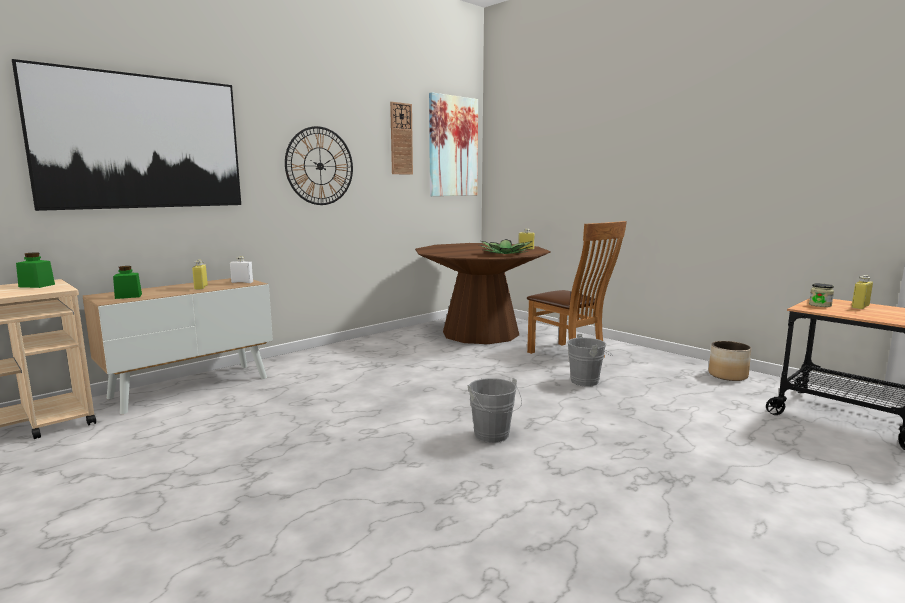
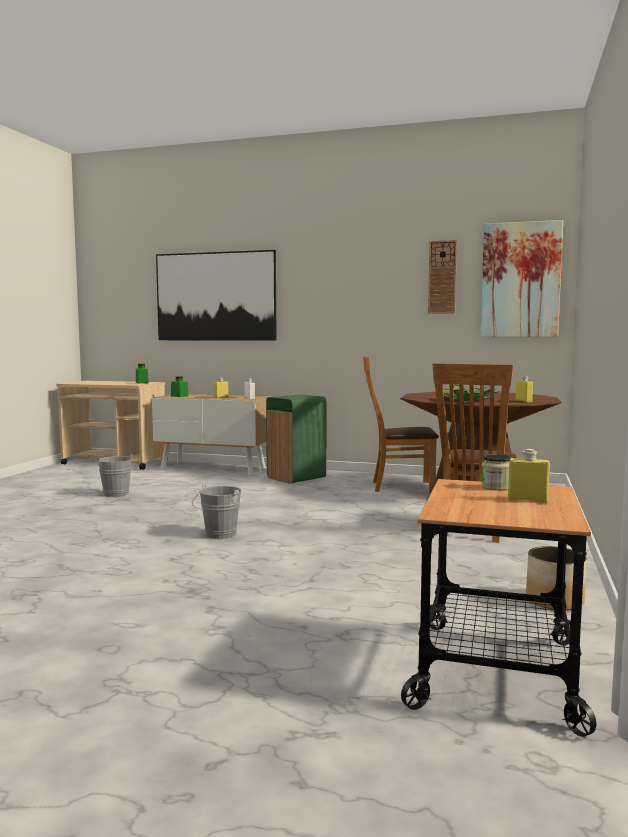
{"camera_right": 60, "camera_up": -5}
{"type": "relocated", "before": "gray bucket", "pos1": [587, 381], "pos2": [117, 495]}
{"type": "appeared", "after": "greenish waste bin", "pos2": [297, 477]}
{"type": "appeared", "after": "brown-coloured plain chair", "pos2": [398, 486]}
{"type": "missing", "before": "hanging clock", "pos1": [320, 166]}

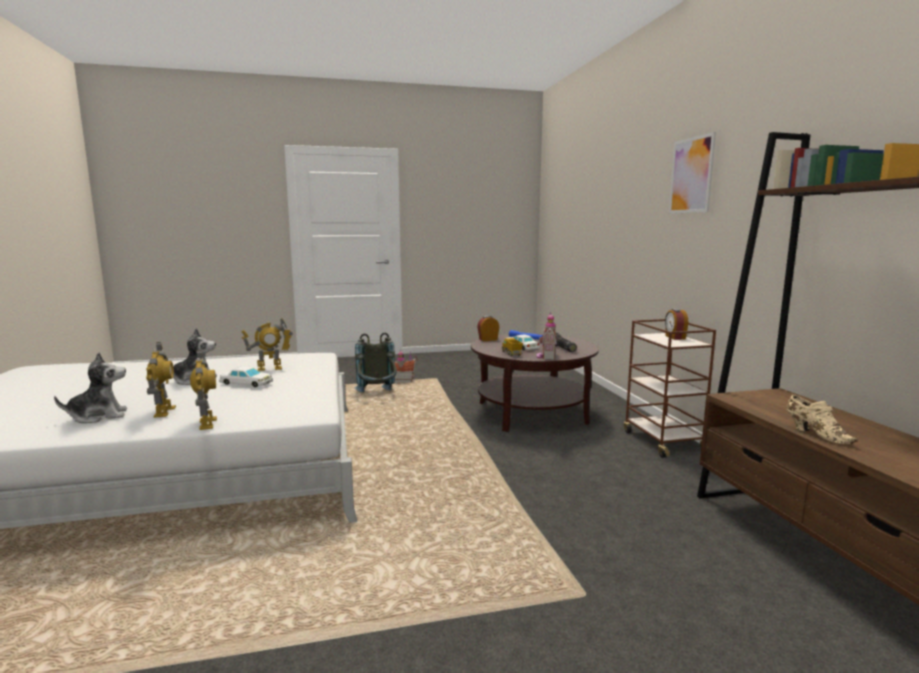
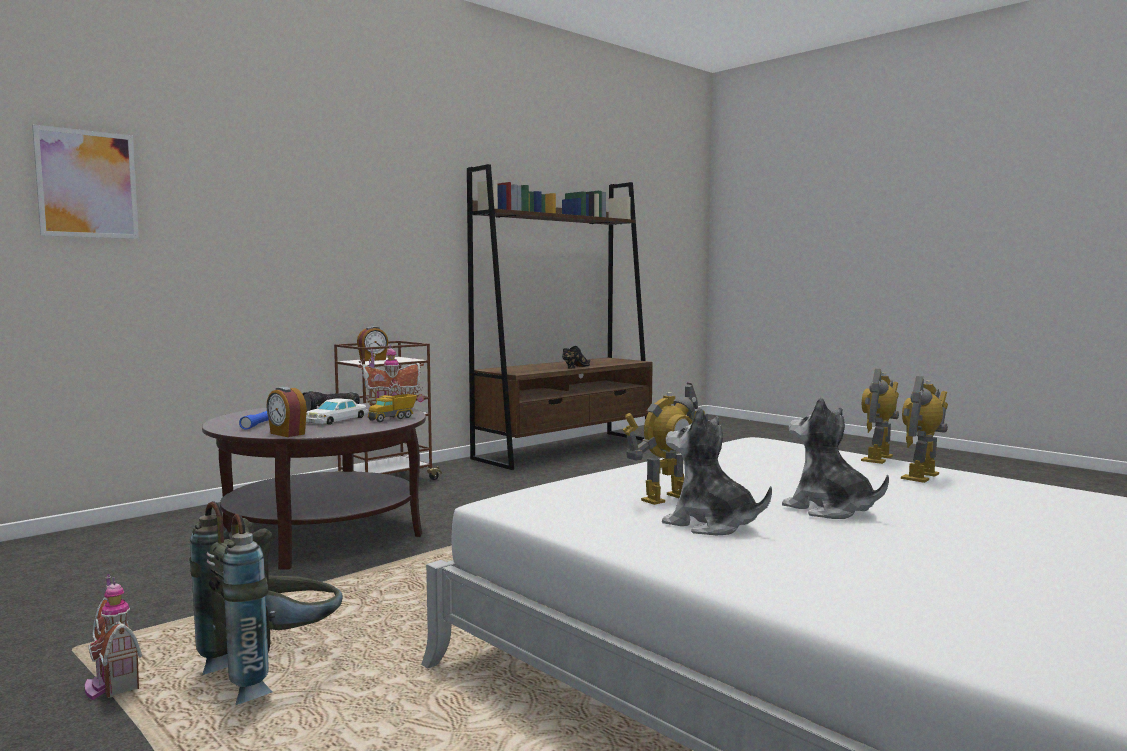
{"camera_right": -120, "camera_up": -5}
{"type": "relocated", "before": "picture", "pos1": [691, 175], "pos2": [87, 184]}
{"type": "colour", "before": "beige shoe", "after": "blackish shoe", "pos1": [816, 434], "pos2": [575, 367]}
{"type": "spun", "before": "toy robot", "pos1": [270, 368], "pos2": [666, 498], "turn": 105}
{"type": "relocated", "before": "plush toy", "pos1": [98, 416], "pos2": [710, 525]}
{"type": "missing", "before": "white toy car", "pos1": [247, 383]}

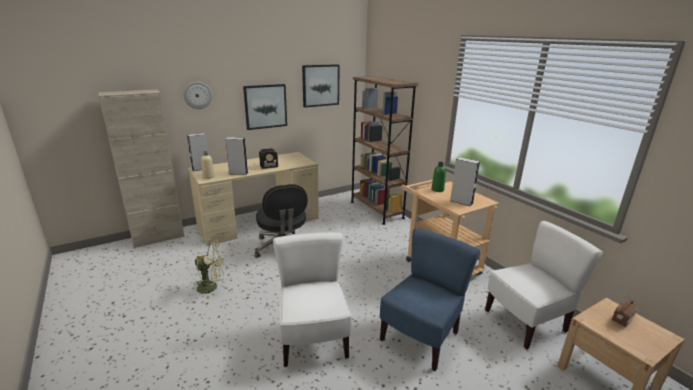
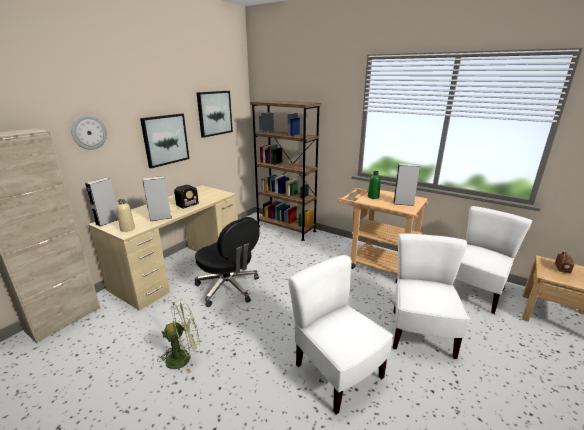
{"camera_right": -25, "camera_up": 0}
{"type": "colour", "before": "blue plain chair", "after": "white plain chair", "pos1": [421, 337], "pos2": [420, 333]}

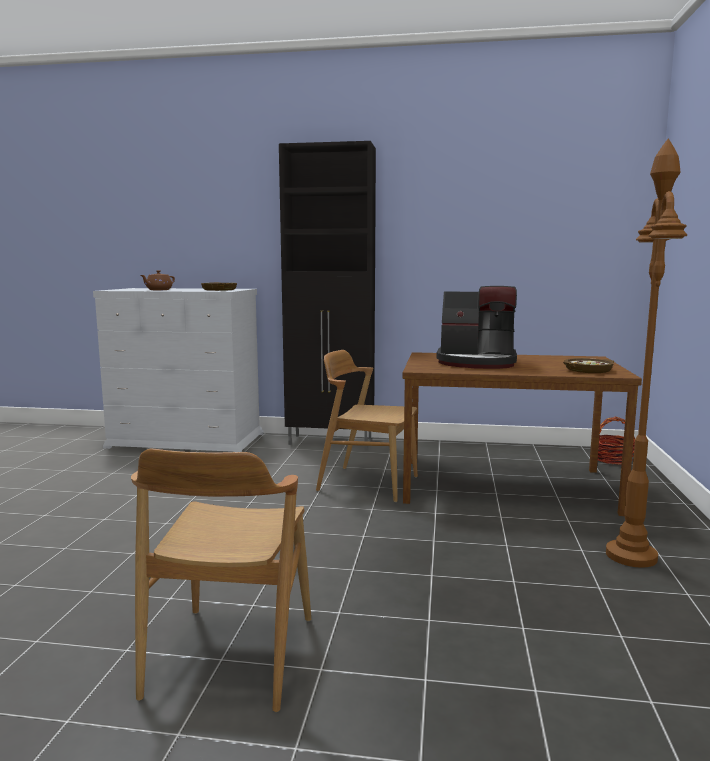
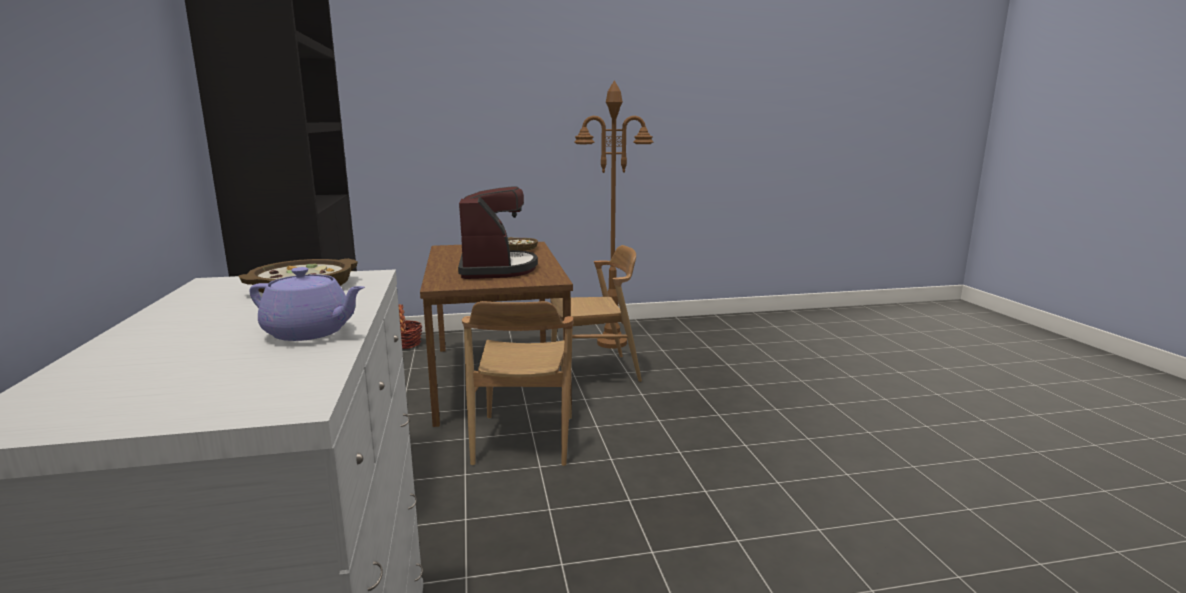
{"camera_right": -110, "camera_up": 5}
{"type": "colour", "before": "brown-coloured tea pot", "after": "purple tea pot", "pos1": [158, 290], "pos2": [310, 332]}
{"type": "relocated", "before": "brown-coloured plain chair", "pos1": [230, 656], "pos2": [594, 372]}

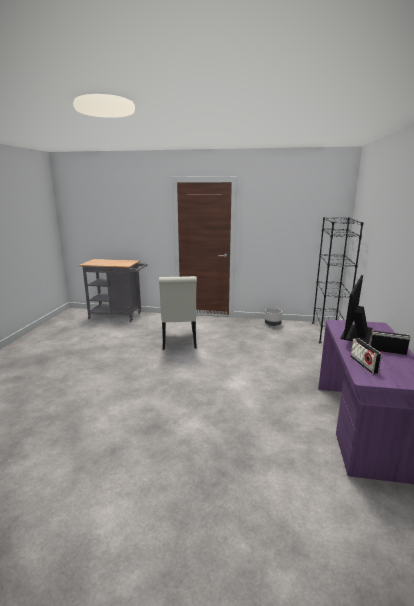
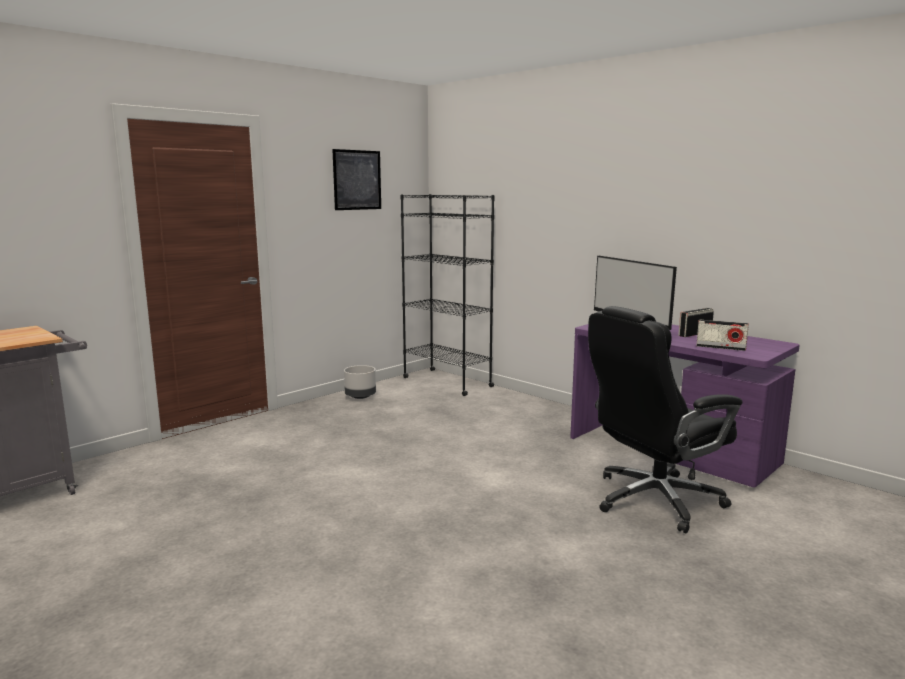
{"camera_right": -55, "camera_up": -5}
{"type": "appeared", "after": "picture", "pos2": [357, 180]}
{"type": "appeared", "after": "blackish desk chair", "pos2": [654, 500]}
{"type": "missing", "before": "white plain chair", "pos1": [179, 342]}

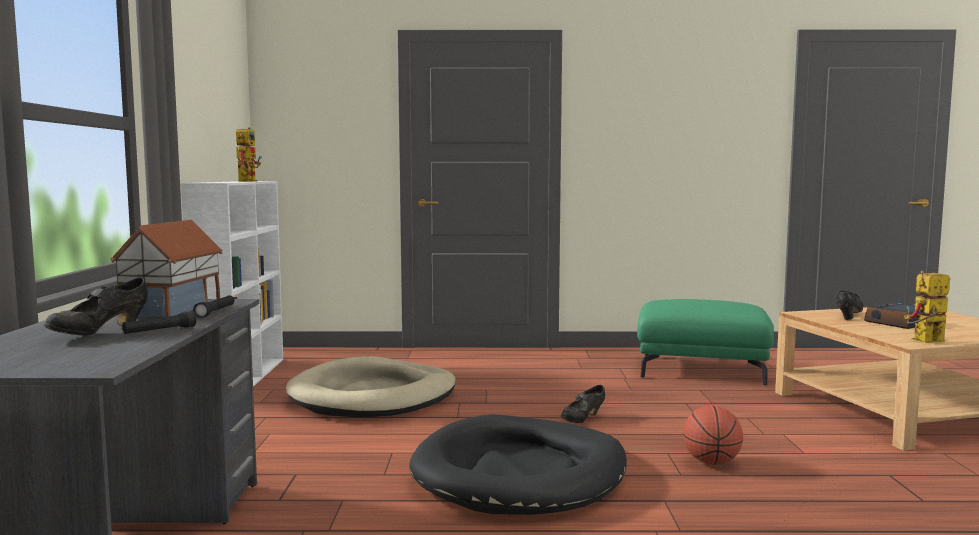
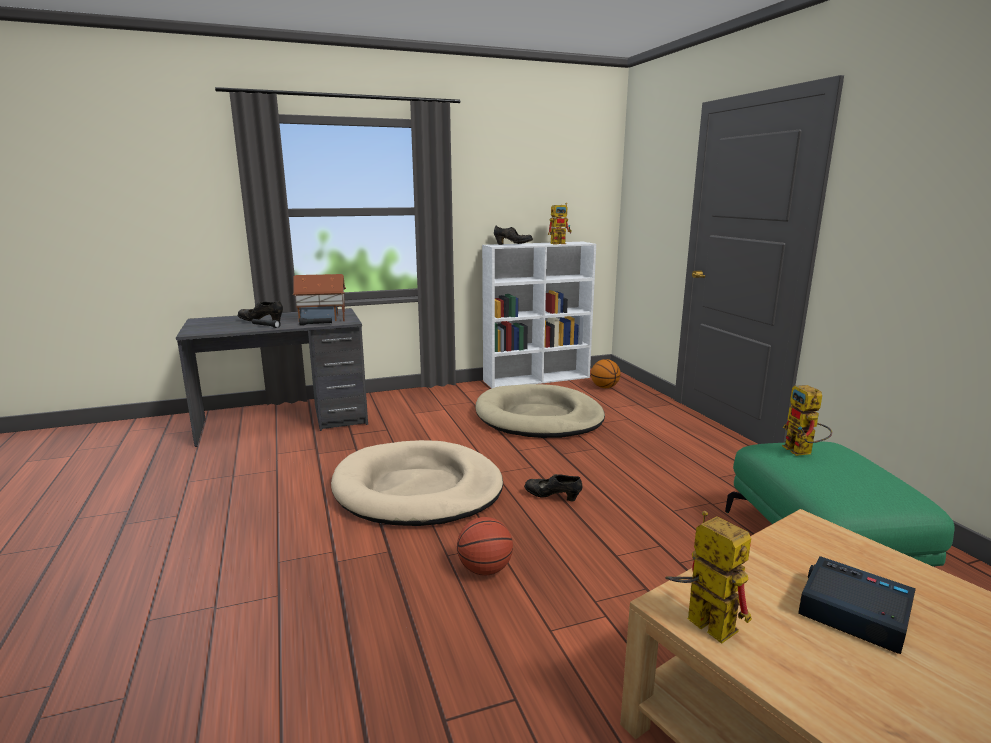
{"camera_right": 70, "camera_up": 10}
{"type": "colour", "before": "blackish dog bed", "after": "beige dog bed", "pos1": [520, 473], "pos2": [418, 489]}
{"type": "relocated", "before": "blackish shoe", "pos1": [848, 316], "pos2": [513, 245]}
{"type": "appeared", "after": "basketball ball", "pos2": [604, 387]}
{"type": "appeared", "after": "toy robot", "pos2": [803, 452]}

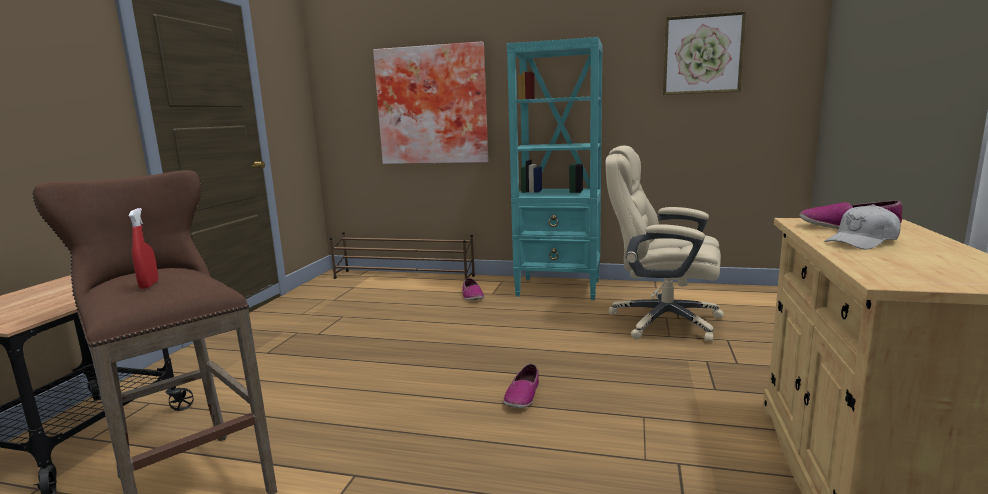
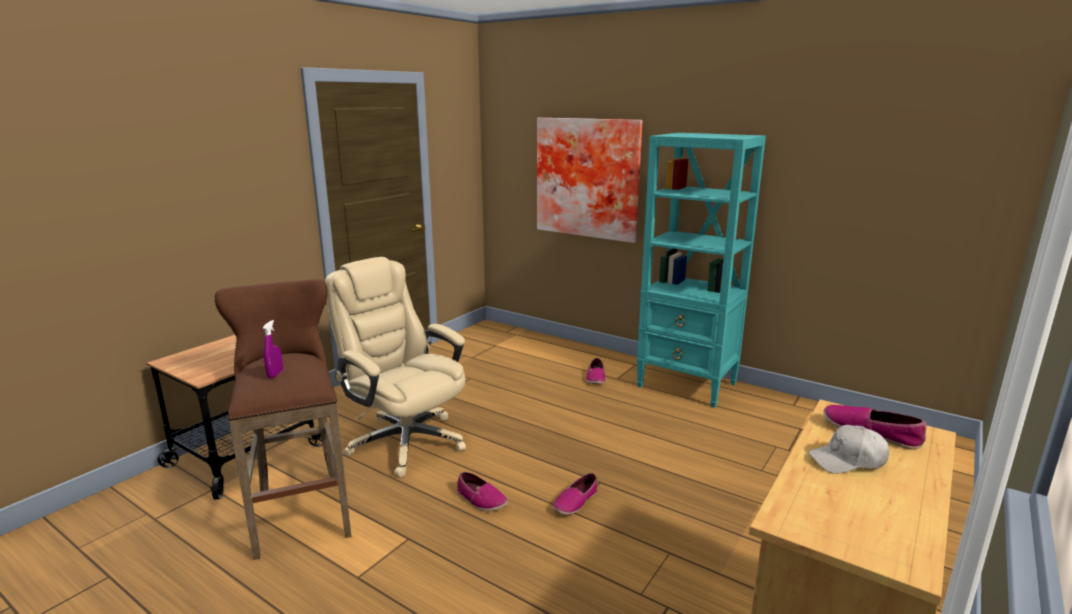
{"camera_right": 20, "camera_up": 5}
{"type": "colour", "before": "red hand sprayer", "after": "purple hand sprayer", "pos1": [149, 285], "pos2": [275, 374]}
{"type": "relocated", "before": "beige desk chair", "pos1": [662, 321], "pos2": [405, 441]}
{"type": "appeared", "after": "shoe", "pos2": [481, 500]}
{"type": "missing", "before": "brown-coloured shoe stand", "pos1": [404, 277]}
{"type": "missing", "before": "picture", "pos1": [702, 54]}

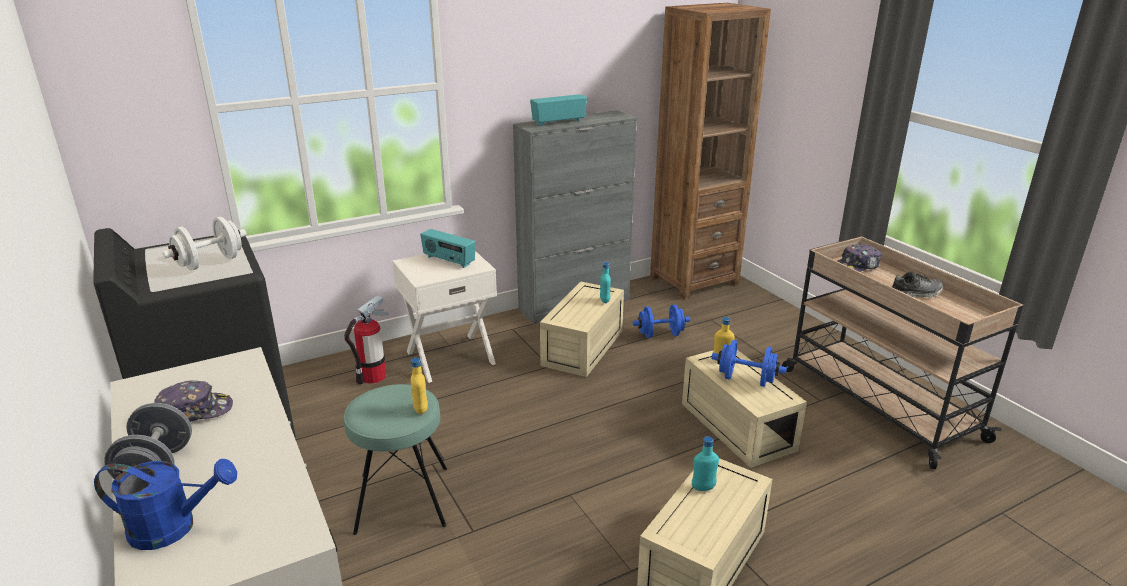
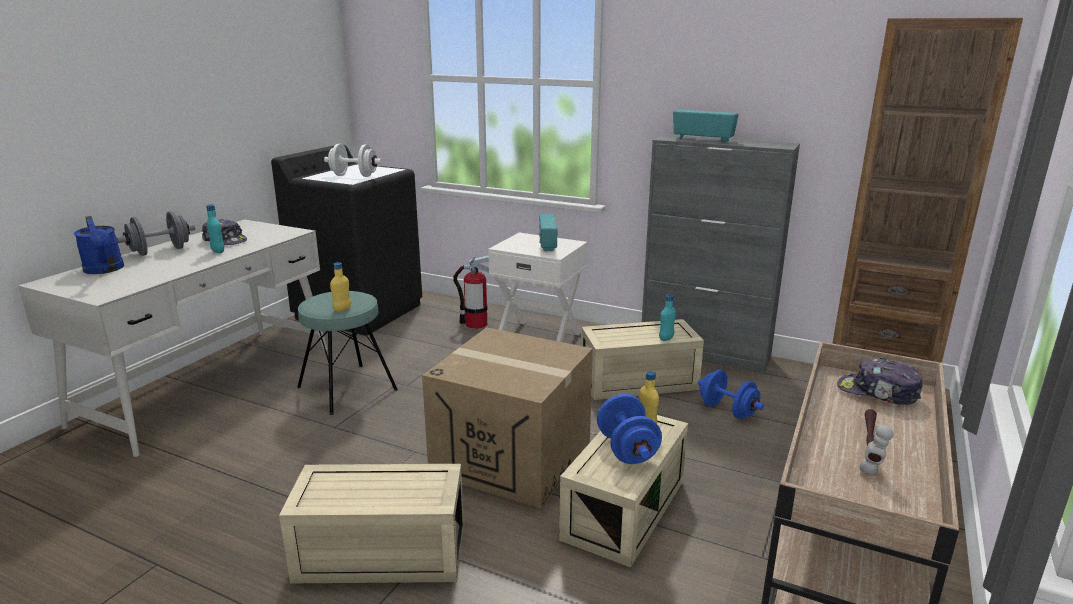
{"camera_right": 55, "camera_up": -5}
{"type": "relocated", "before": "turquoise-coloured drink bottle", "pos1": [703, 488], "pos2": [218, 251]}
{"type": "appeared", "after": "cardboard box", "pos2": [512, 457]}
{"type": "exchanged", "before": "shoe", "after": "hand hammer", "pos1": [914, 294], "pos2": [870, 448]}

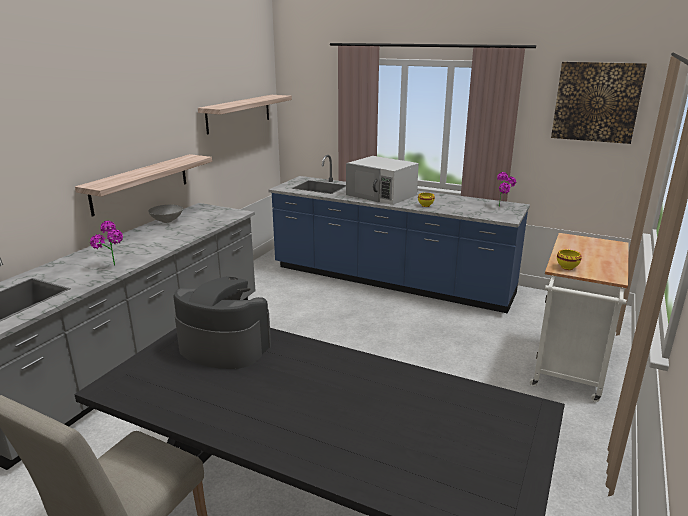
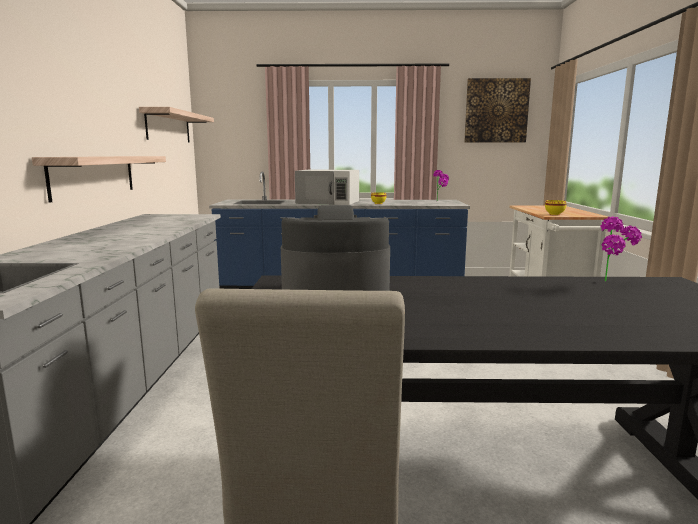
{"camera_right": -25, "camera_up": -10}
{"type": "relocated", "before": "potted plant", "pos1": [113, 267], "pos2": [613, 283]}
{"type": "missing", "before": "gray serving bowl", "pos1": [166, 221]}

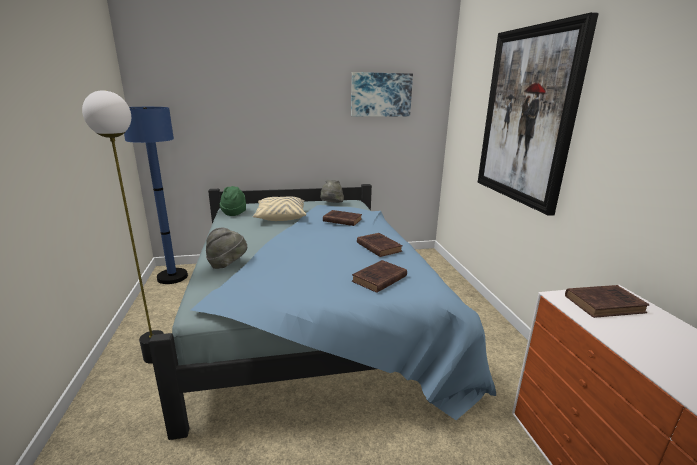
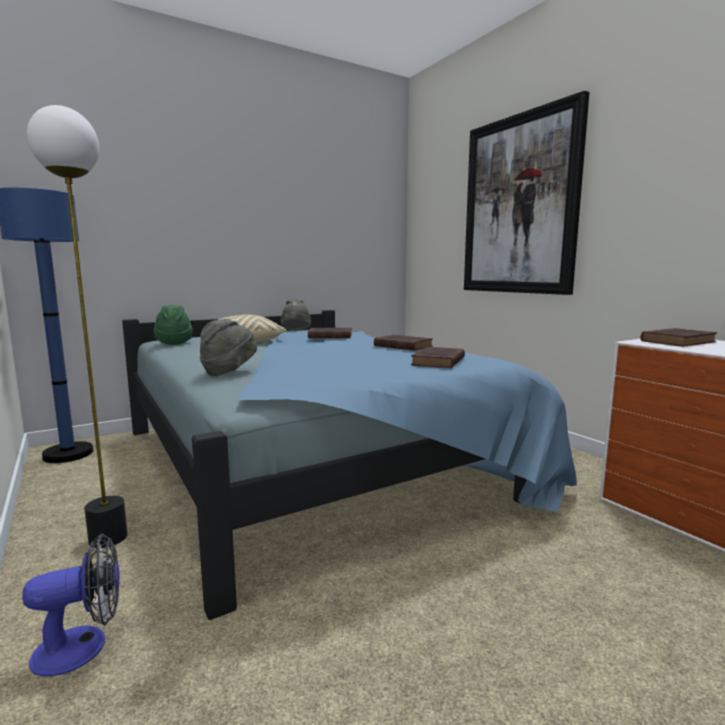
{"camera_right": -20, "camera_up": -10}
{"type": "appeared", "after": "cooling fan", "pos2": [83, 646]}
{"type": "missing", "before": "picture", "pos1": [381, 95]}

